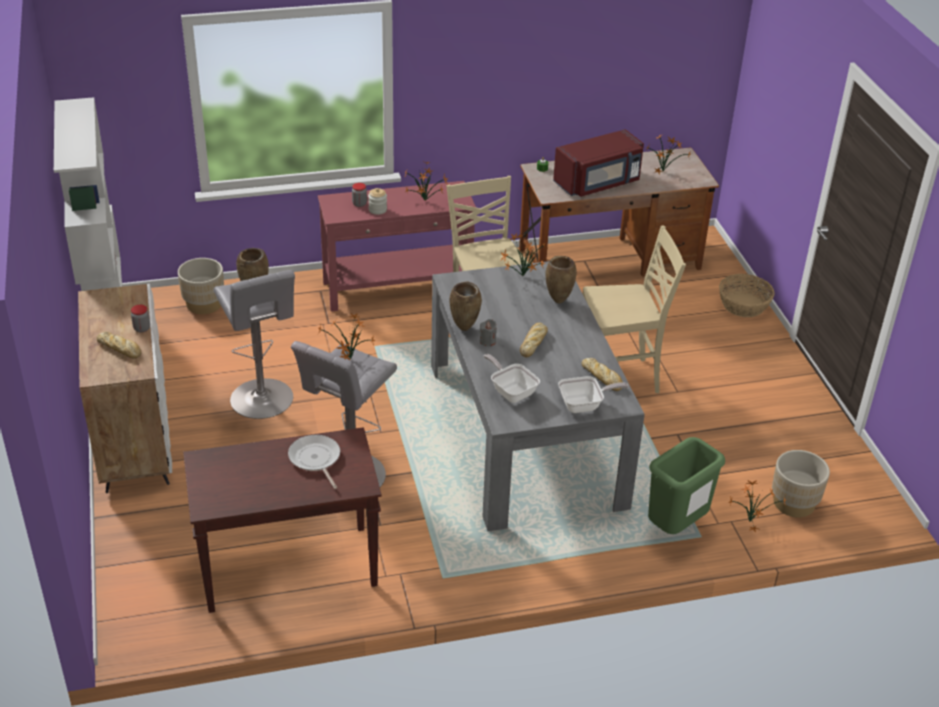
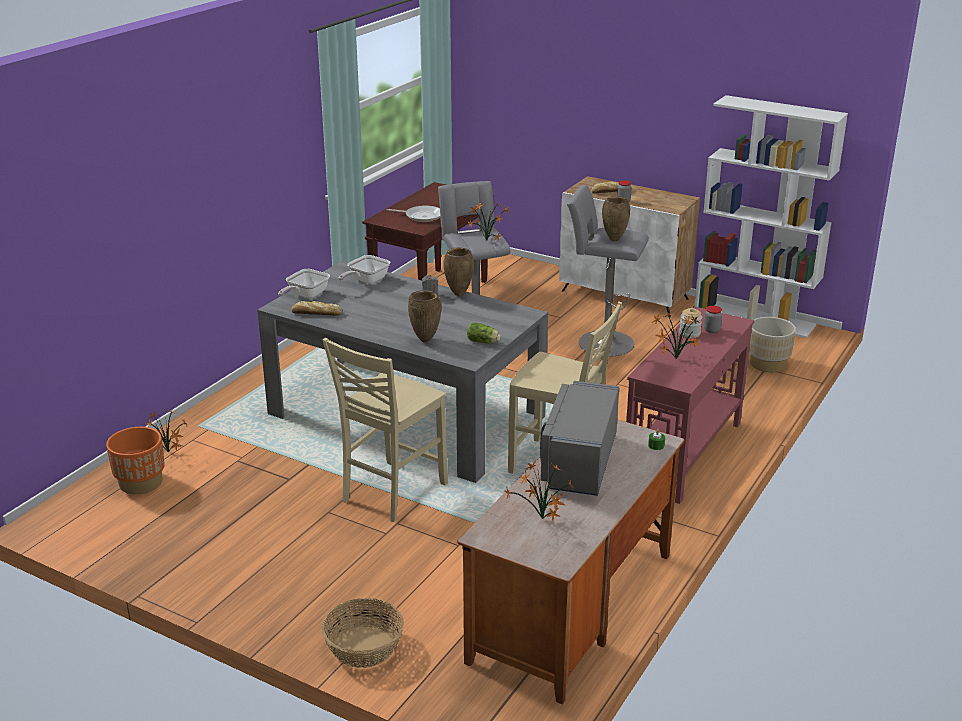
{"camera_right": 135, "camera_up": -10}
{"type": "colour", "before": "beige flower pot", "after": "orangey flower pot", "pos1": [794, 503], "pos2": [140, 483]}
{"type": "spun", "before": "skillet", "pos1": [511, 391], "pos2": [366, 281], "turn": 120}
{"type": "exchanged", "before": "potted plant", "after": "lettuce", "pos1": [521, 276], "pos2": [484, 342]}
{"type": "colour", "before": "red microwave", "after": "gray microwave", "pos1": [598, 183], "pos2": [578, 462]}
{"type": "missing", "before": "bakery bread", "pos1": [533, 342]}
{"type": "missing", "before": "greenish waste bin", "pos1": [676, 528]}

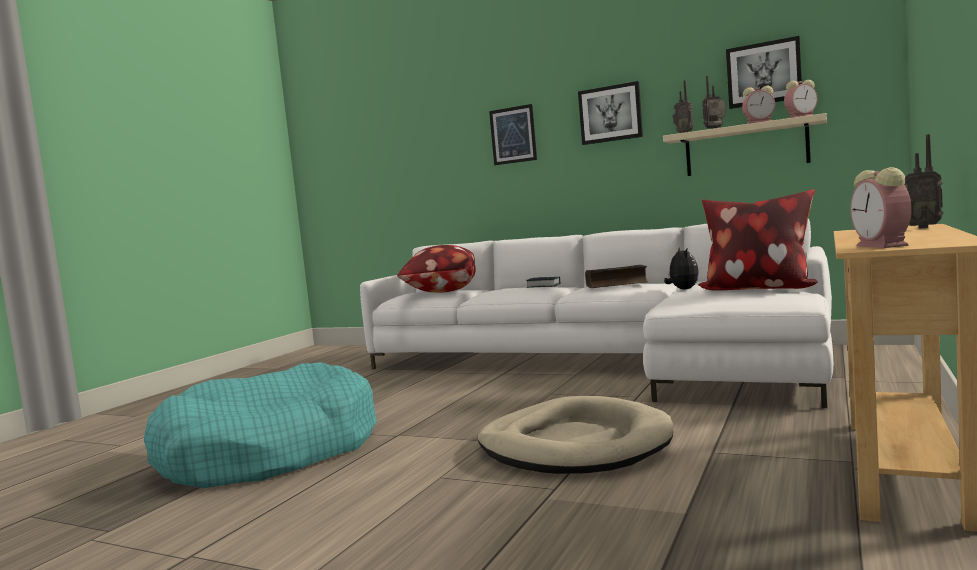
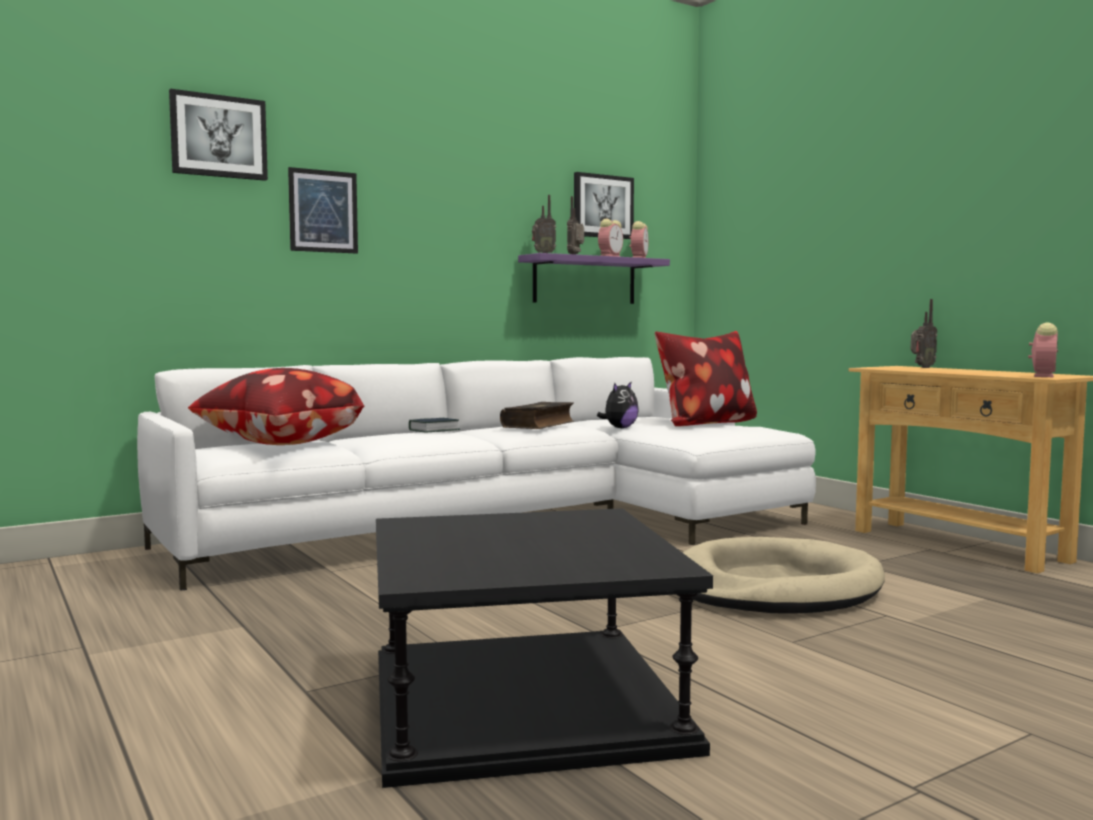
{"camera_right": -60, "camera_up": 0}
{"type": "relocated", "before": "picture", "pos1": [610, 114], "pos2": [218, 136]}
{"type": "exchanged", "before": "turquoise-coloured dog bed", "after": "blackish side table", "pos1": [269, 452], "pos2": [522, 702]}
{"type": "colour", "before": "beige bracket shelf", "after": "purple bracket shelf", "pos1": [745, 148], "pos2": [584, 280]}
{"type": "spun", "before": "plush toy", "pos1": [682, 289], "pos2": [619, 428], "turn": 105}
{"type": "spun", "before": "table clock", "pos1": [883, 245], "pos2": [1043, 376], "turn": -90}

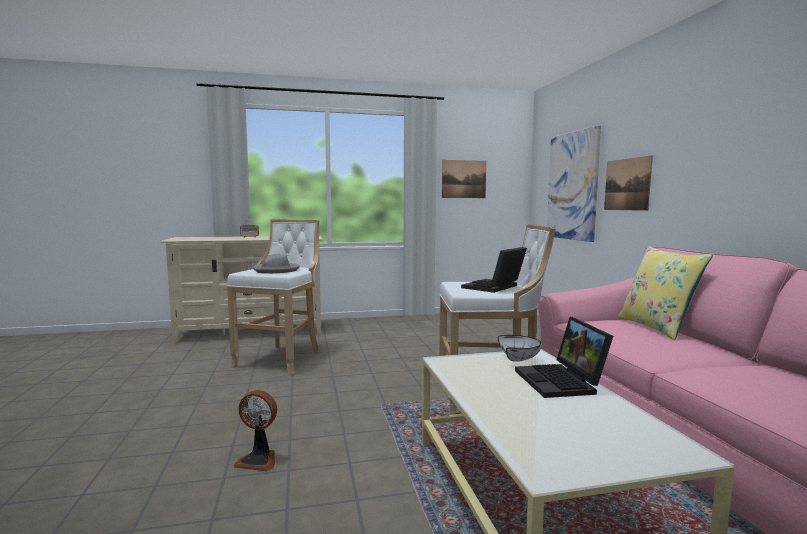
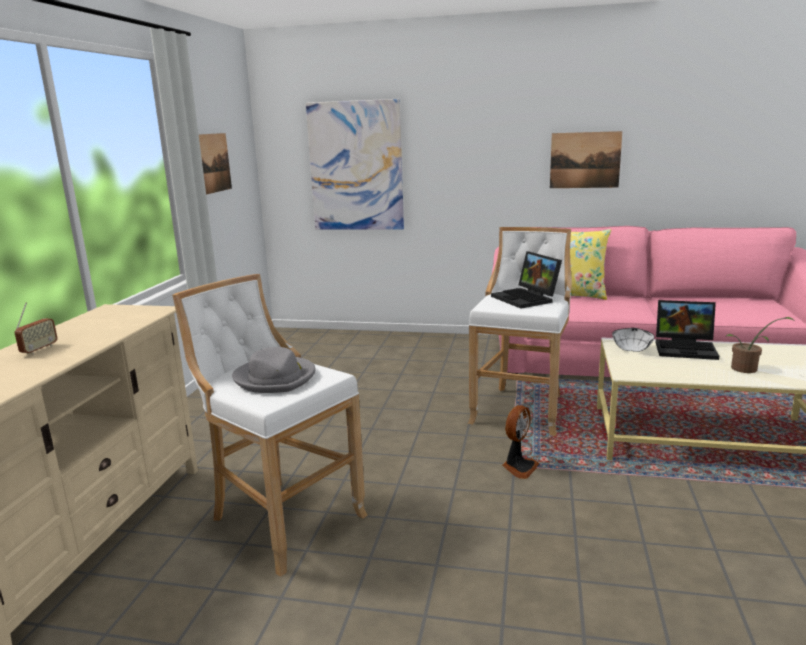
{"camera_right": -65, "camera_up": 10}
{"type": "relocated", "before": "cooling fan", "pos1": [259, 460], "pos2": [519, 467]}
{"type": "relocated", "before": "picture", "pos1": [627, 184], "pos2": [585, 160]}
{"type": "appeared", "after": "potted plant", "pos2": [748, 369]}

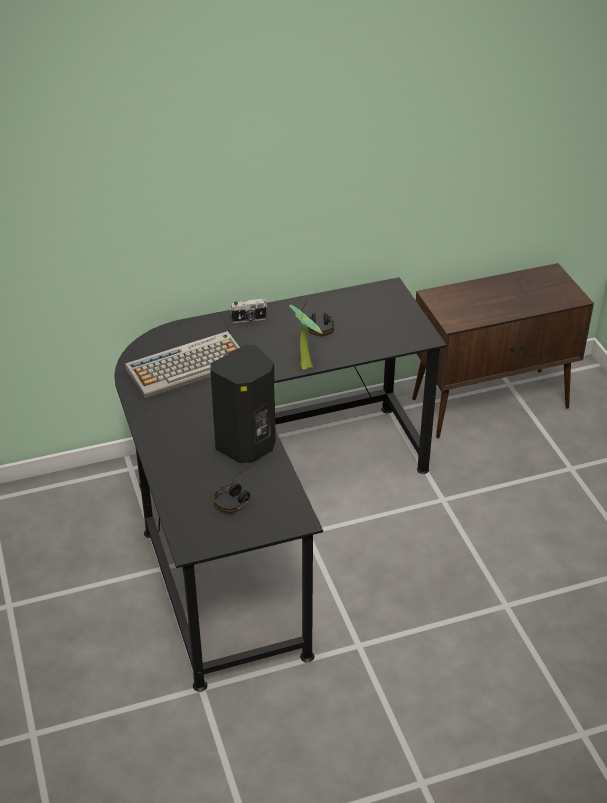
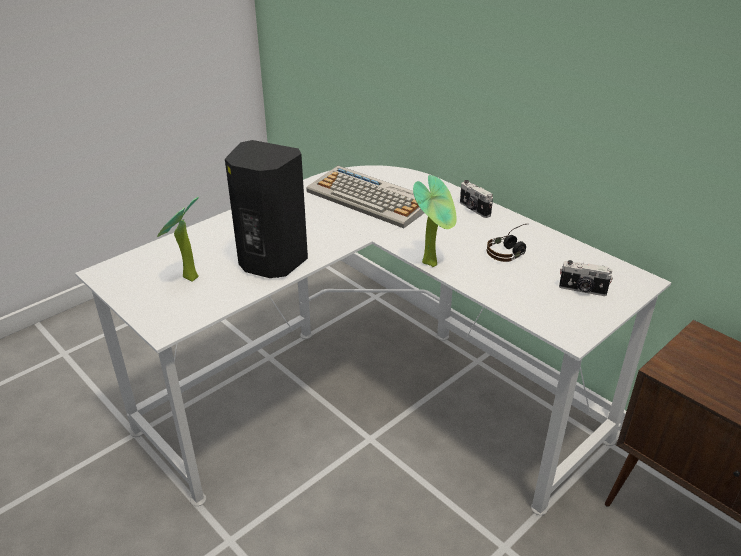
{"camera_right": 65, "camera_up": -5}
{"type": "colour", "before": "blackish desk unit", "after": "white desk unit", "pos1": [262, 516], "pos2": [371, 397]}
{"type": "exchanged", "before": "pair of headphones", "after": "potted plant", "pos1": [237, 497], "pos2": [187, 279]}
{"type": "appeared", "after": "photo camera", "pos2": [582, 290]}

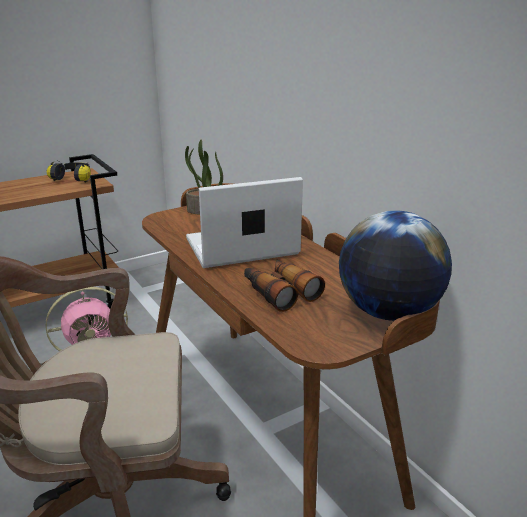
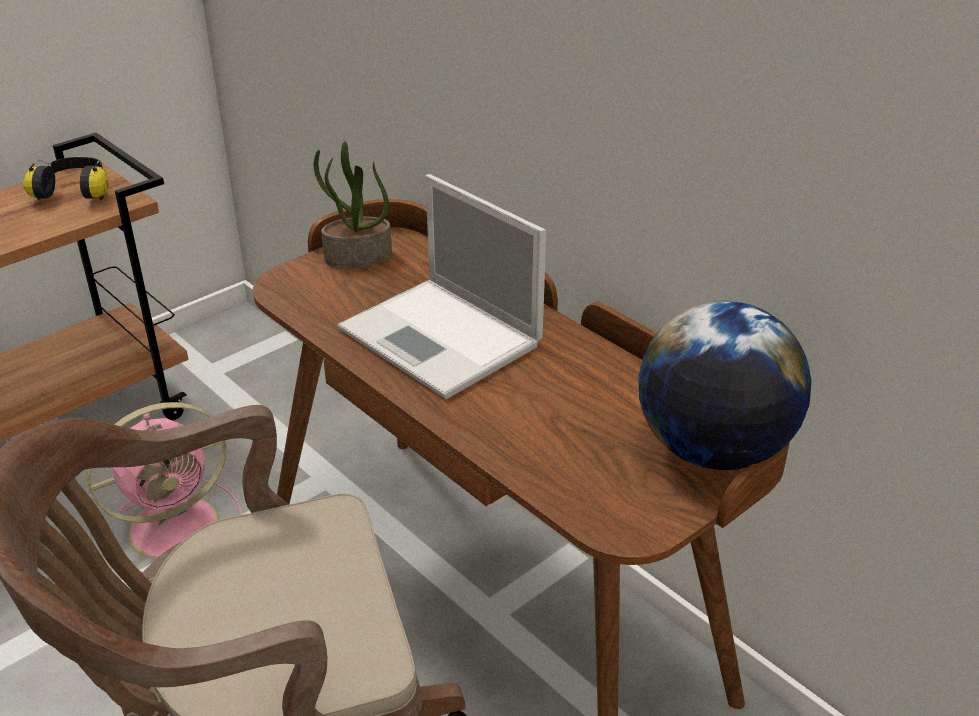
{"camera_right": -10, "camera_up": 10}
{"type": "spun", "before": "portable computer", "pos1": [239, 247], "pos2": [443, 338], "turn": -105}
{"type": "missing", "before": "field glasses", "pos1": [279, 292]}

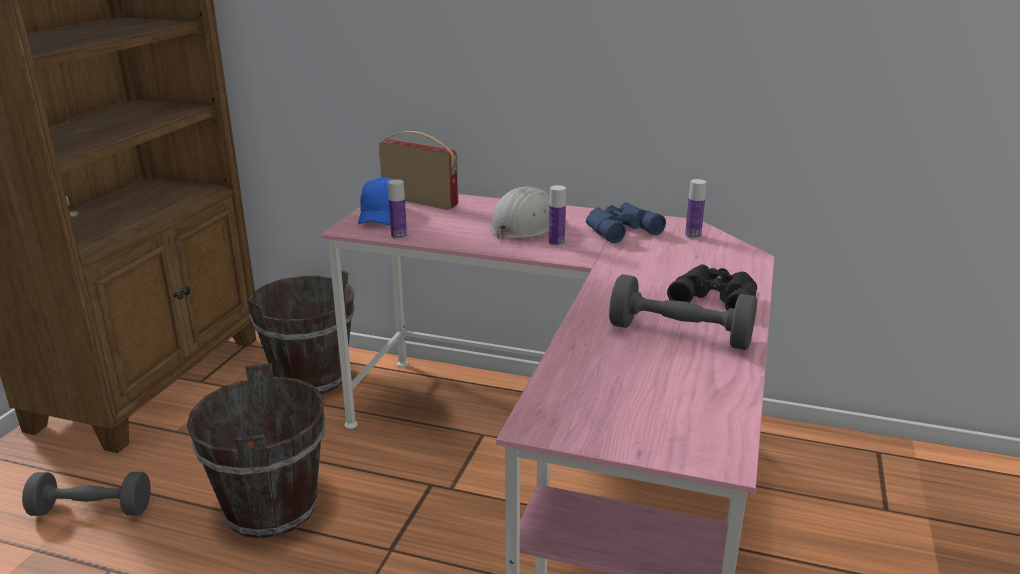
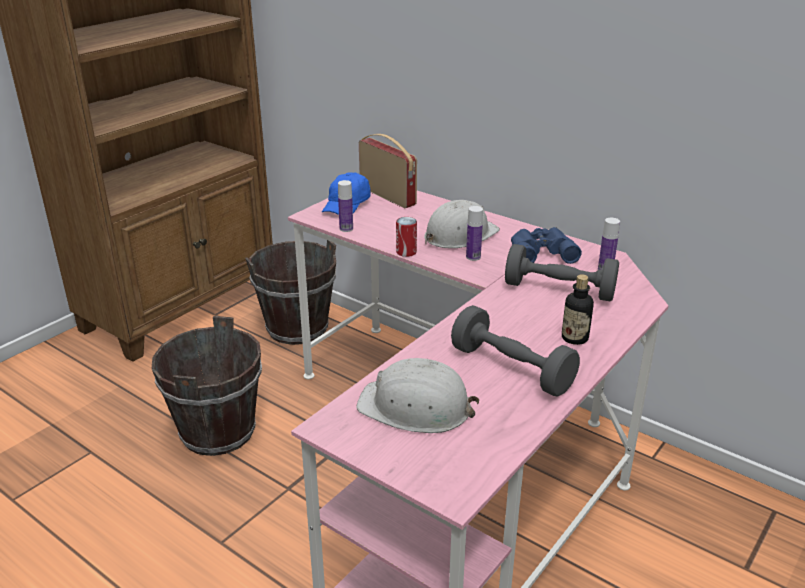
{"camera_right": 20, "camera_up": 5}
{"type": "appeared", "after": "white work helmet", "pos2": [416, 407]}
{"type": "appeared", "after": "can", "pos2": [406, 252]}
{"type": "relocated", "before": "gray free weight", "pos1": [92, 510], "pos2": [559, 290]}
{"type": "exchanged", "before": "blackish field glasses", "after": "drink bottle", "pos1": [715, 297], "pos2": [574, 338]}

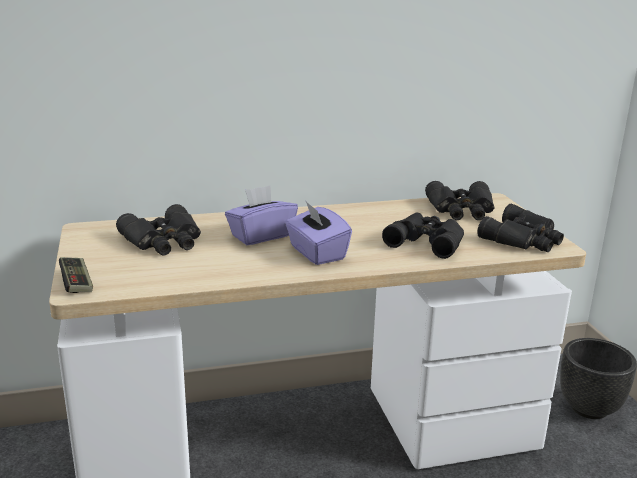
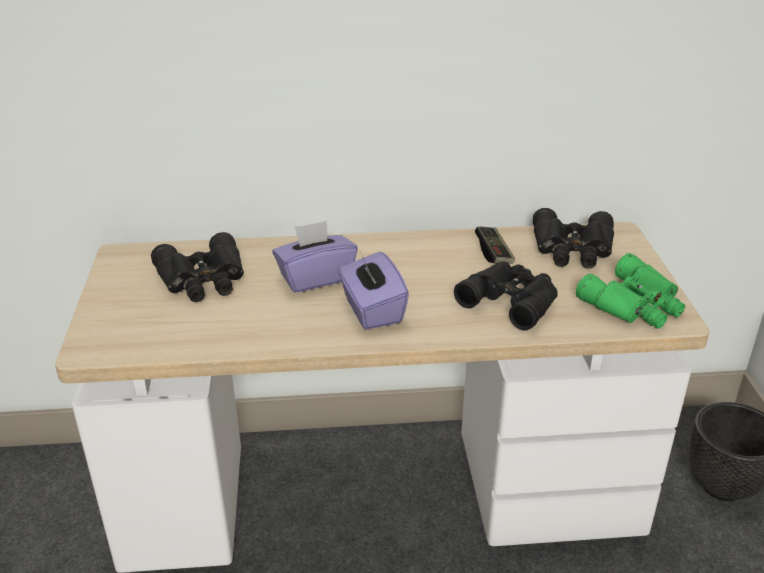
{"camera_right": 10, "camera_up": 10}
{"type": "relocated", "before": "gamepad", "pos1": [76, 283], "pos2": [494, 253]}
{"type": "colour", "before": "blackish field glasses", "after": "greenish field glasses", "pos1": [523, 239], "pos2": [635, 304]}

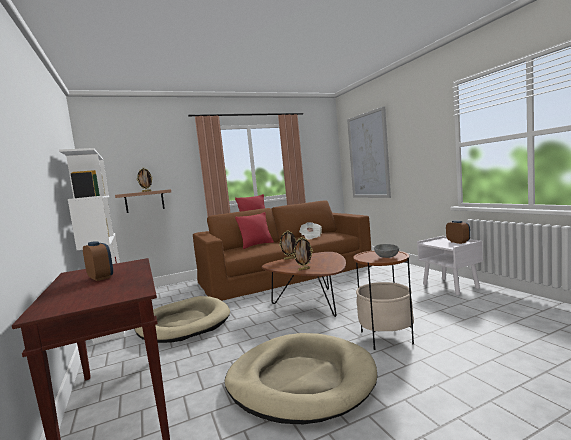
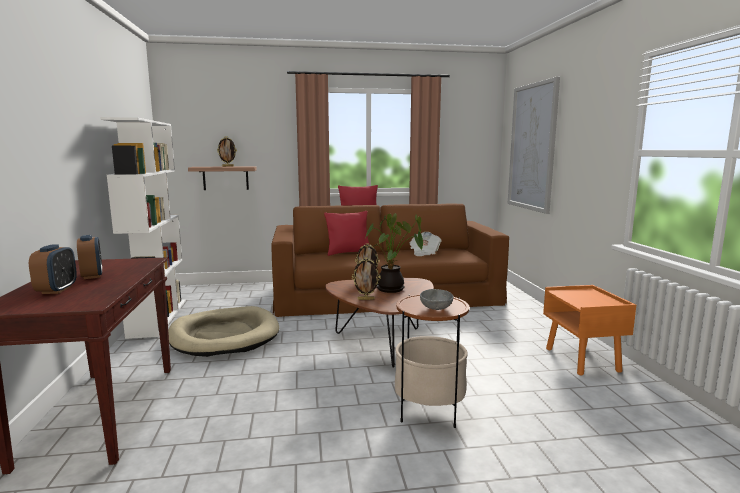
{"camera_right": 15, "camera_up": 5}
{"type": "relocated", "before": "table clock", "pos1": [458, 242], "pos2": [57, 290]}
{"type": "appeared", "after": "potted plant", "pos2": [393, 289]}
{"type": "colour", "before": "white nightstand", "after": "orangey nightstand", "pos1": [451, 286], "pos2": [582, 360]}
{"type": "missing", "before": "beige dog bed", "pos1": [300, 380]}

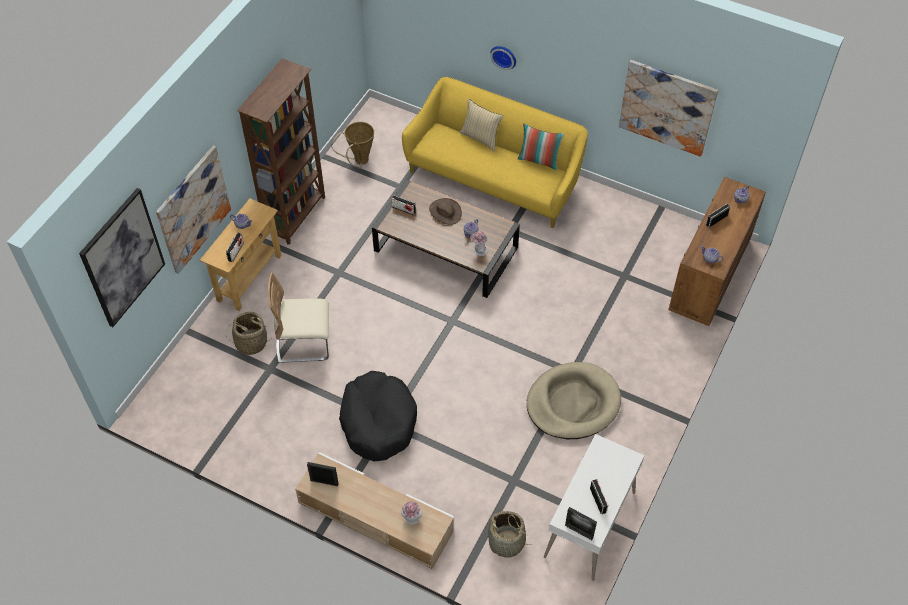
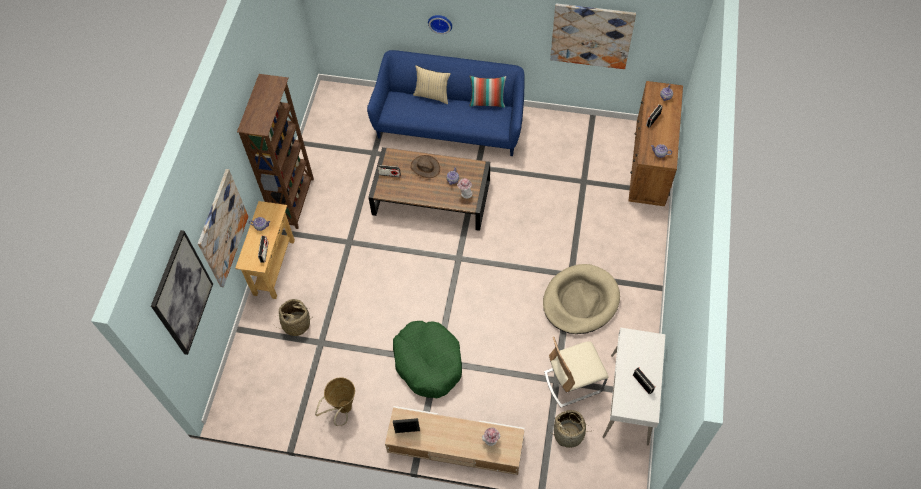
{"camera_right": -15, "camera_up": 5}
{"type": "relocated", "before": "basket", "pos1": [359, 162], "pos2": [343, 410]}
{"type": "colour", "before": "yellowish sofa", "after": "blue sofa", "pos1": [495, 177], "pos2": [450, 124]}
{"type": "colour", "before": "blackish dog bed", "after": "greenish dog bed", "pos1": [378, 421], "pos2": [428, 362]}
{"type": "relocated", "before": "beige plain chair", "pos1": [304, 343], "pos2": [573, 381]}
{"type": "missing", "before": "photo frame", "pos1": [579, 531]}

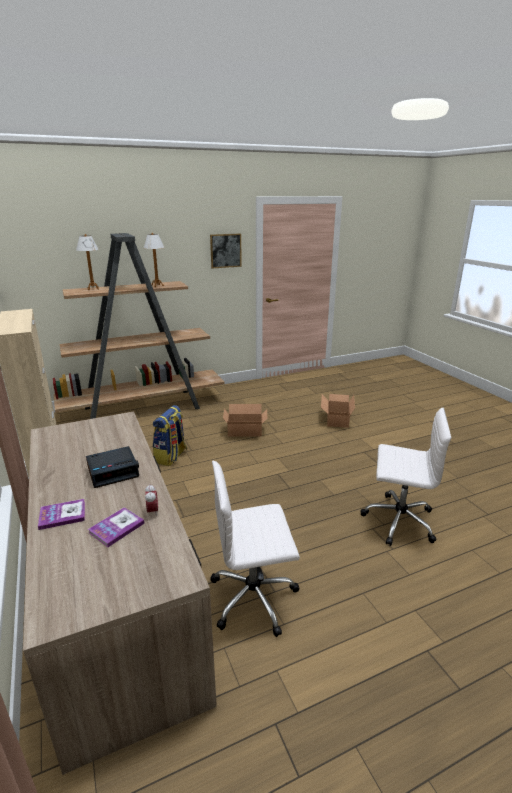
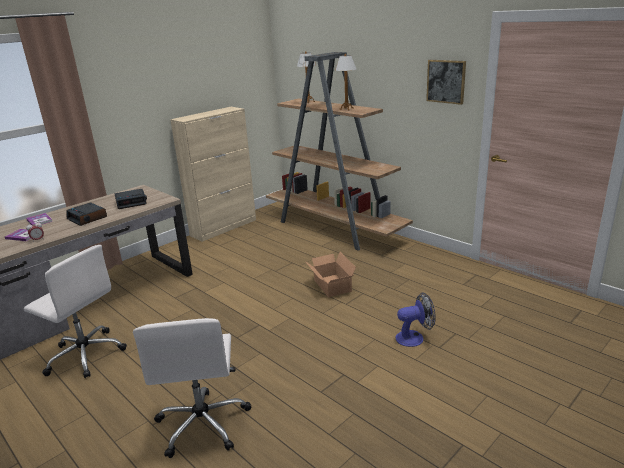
{"camera_right": 70, "camera_up": 0}
{"type": "spun", "before": "white desk chair", "pos1": [254, 597], "pos2": [85, 354], "turn": 150}
{"type": "appeared", "after": "table clock", "pos2": [131, 202]}
{"type": "exchanged", "before": "cardboard box", "after": "cooling fan", "pos1": [336, 419], "pos2": [414, 337]}
{"type": "missing", "before": "knapsack", "pos1": [171, 457]}

